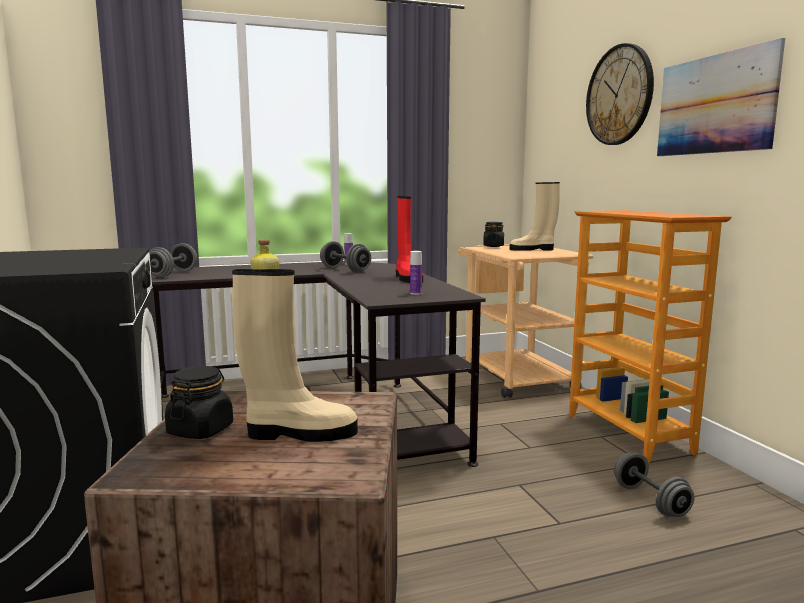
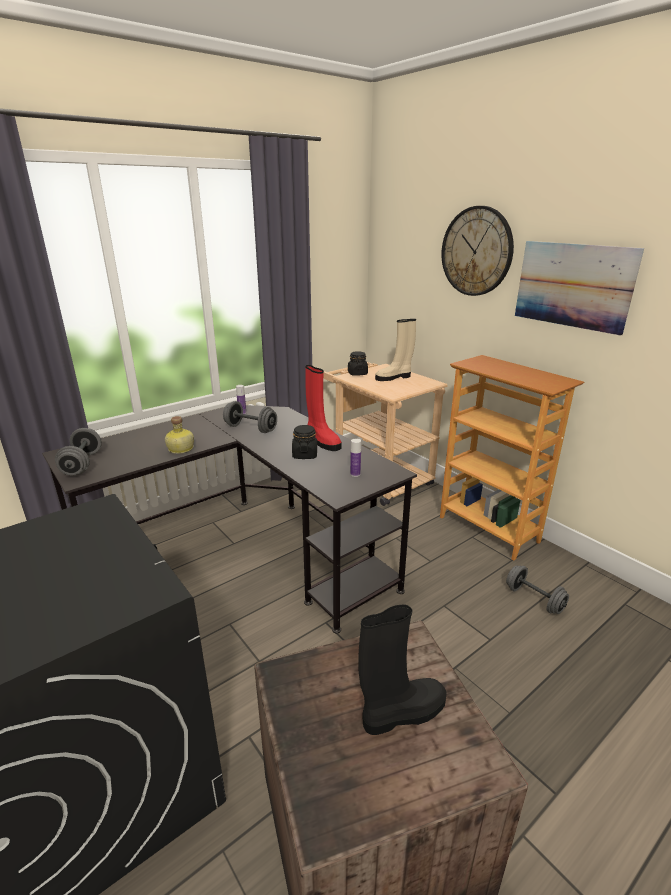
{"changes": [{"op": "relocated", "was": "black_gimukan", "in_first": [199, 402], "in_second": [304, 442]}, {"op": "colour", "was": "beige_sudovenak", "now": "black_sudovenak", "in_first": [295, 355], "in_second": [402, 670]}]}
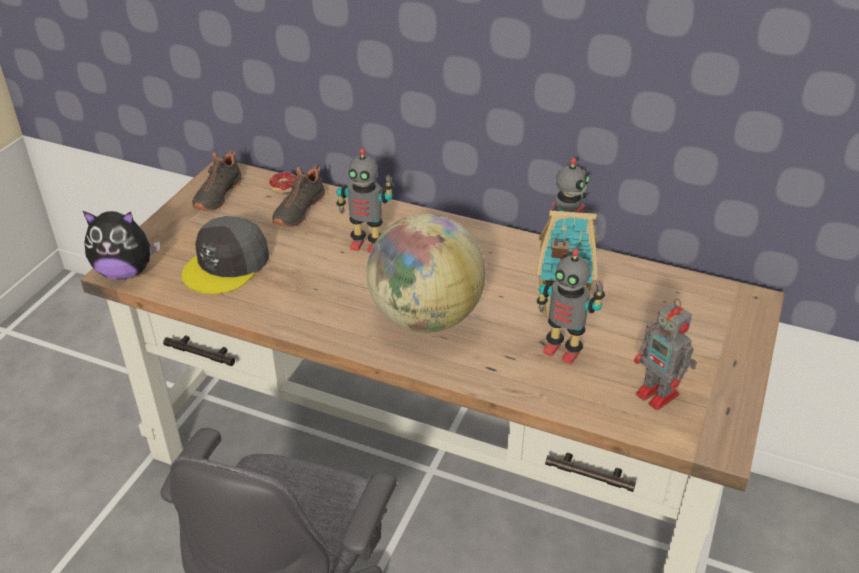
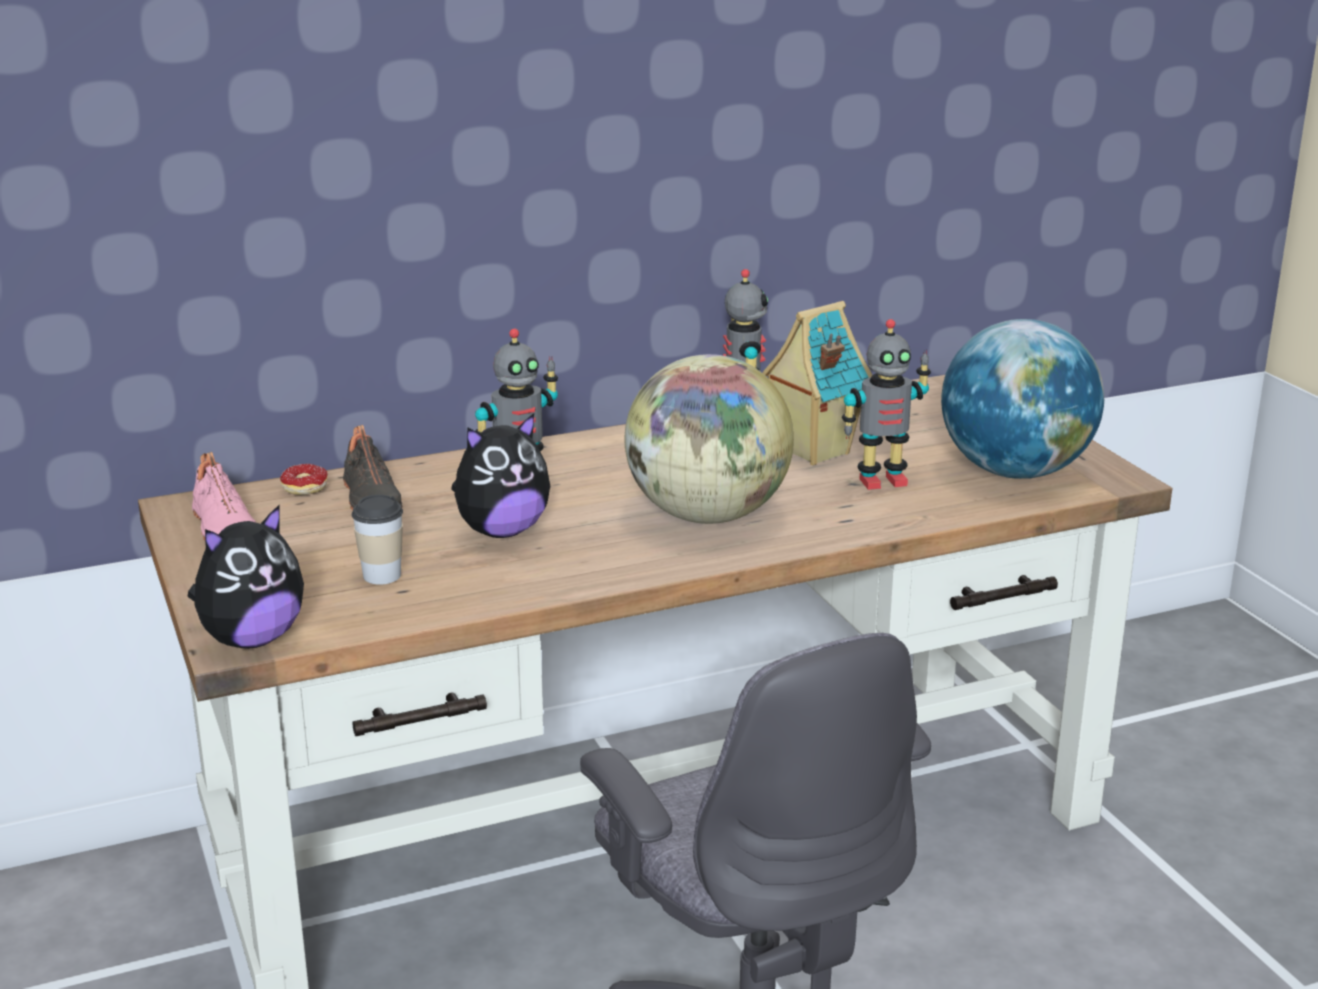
{"changes": [{"op": "colour", "was": "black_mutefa", "now": "pink_mutefa", "in_first": [217, 180], "in_second": [224, 496]}, {"op": "exchanged", "was": "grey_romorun", "now": "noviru", "in_first": [225, 255], "in_second": [377, 539]}, {"op": "appeared", "now": "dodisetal", "in_second": [500, 475]}, {"op": "exchanged", "was": "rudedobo", "now": "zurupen", "in_first": [665, 354], "in_second": [1022, 399]}]}
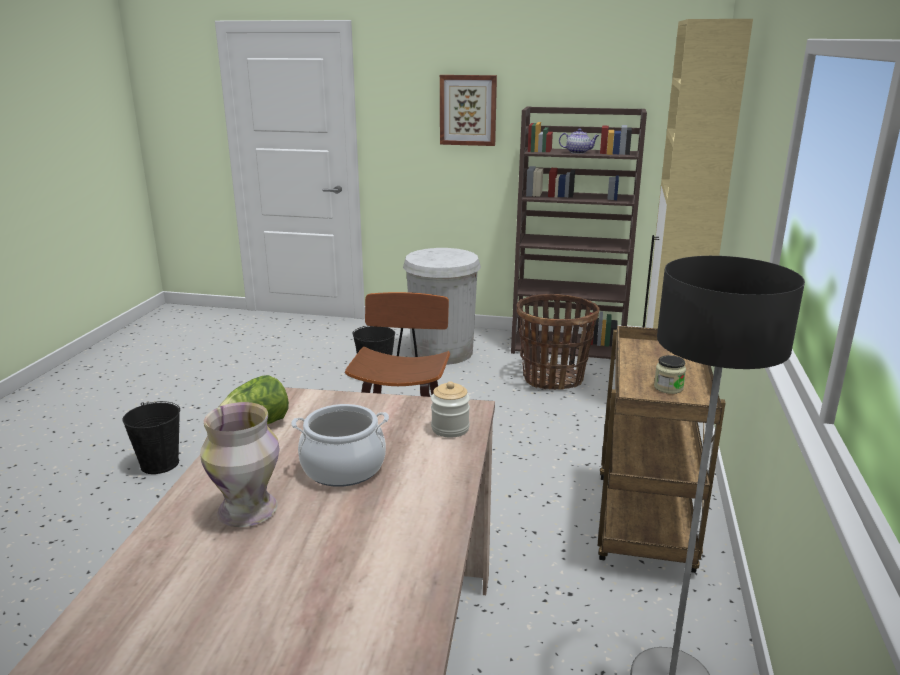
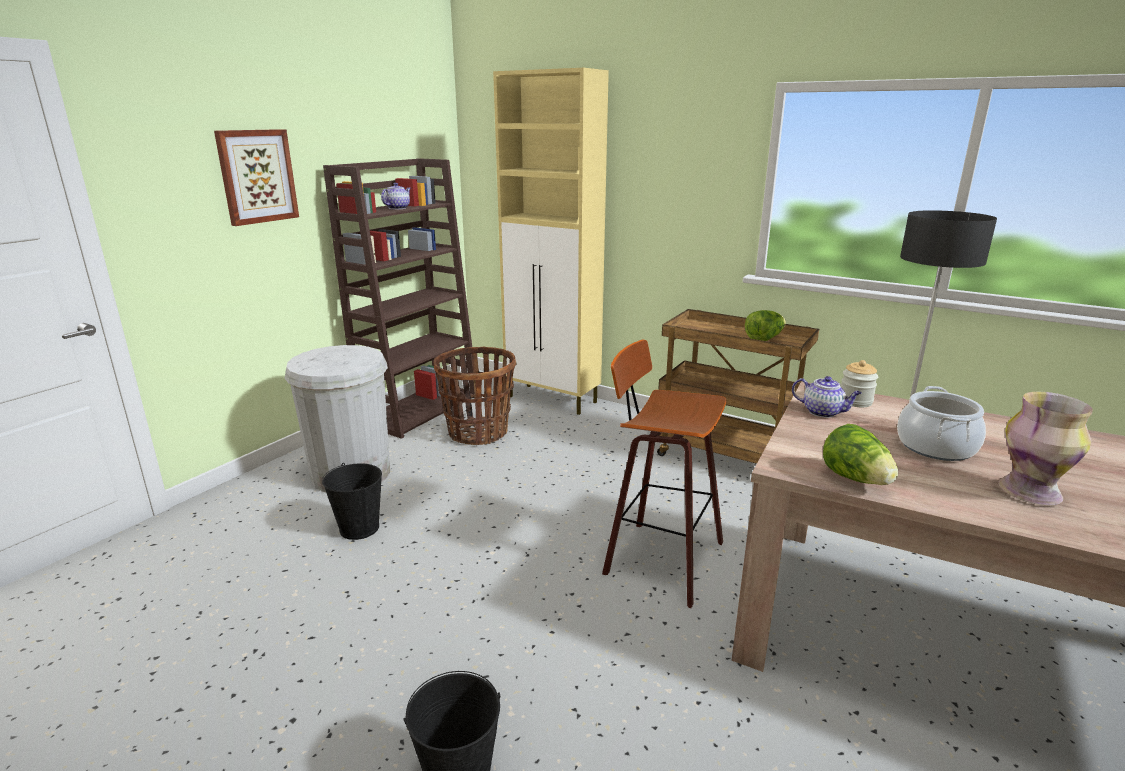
{"changes": [{"op": "exchanged", "was": "gimukan", "now": "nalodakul", "in_first": [670, 374], "in_second": [765, 325]}, {"op": "appeared", "now": "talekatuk", "in_second": [827, 397]}]}
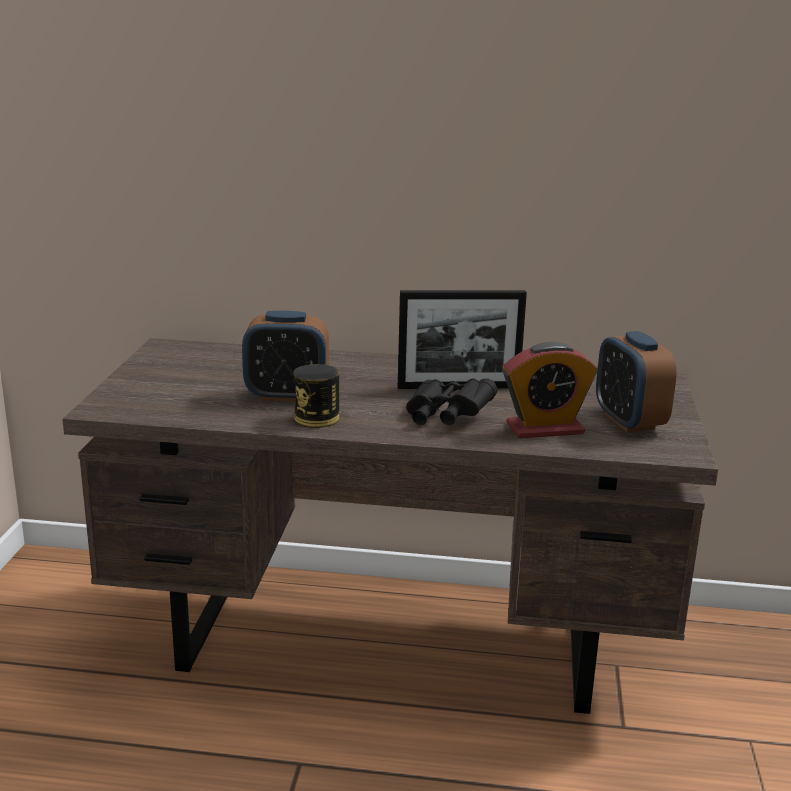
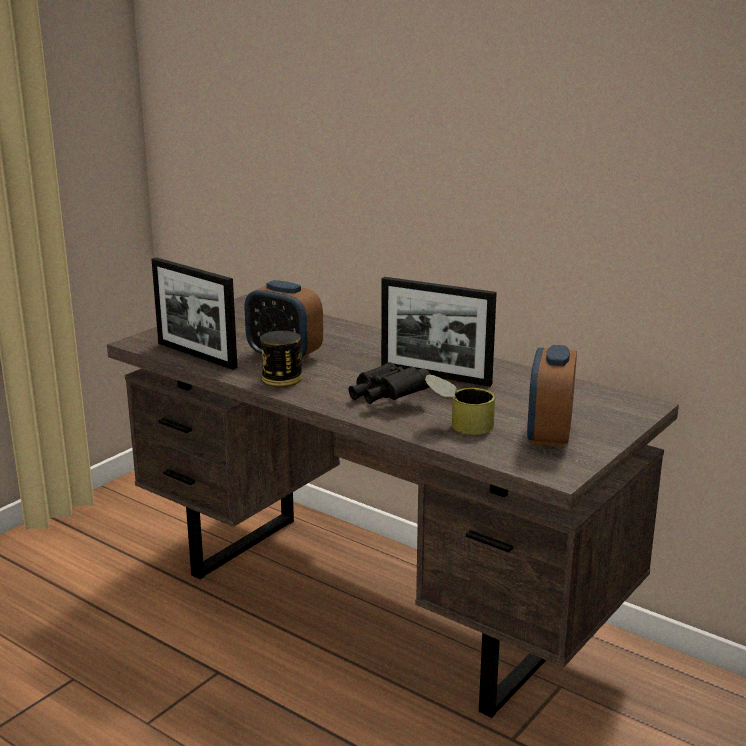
{"changes": [{"op": "appeared", "now": "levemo", "in_second": [194, 313]}, {"op": "exchanged", "was": "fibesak", "now": "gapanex", "in_first": [550, 390], "in_second": [460, 405]}]}
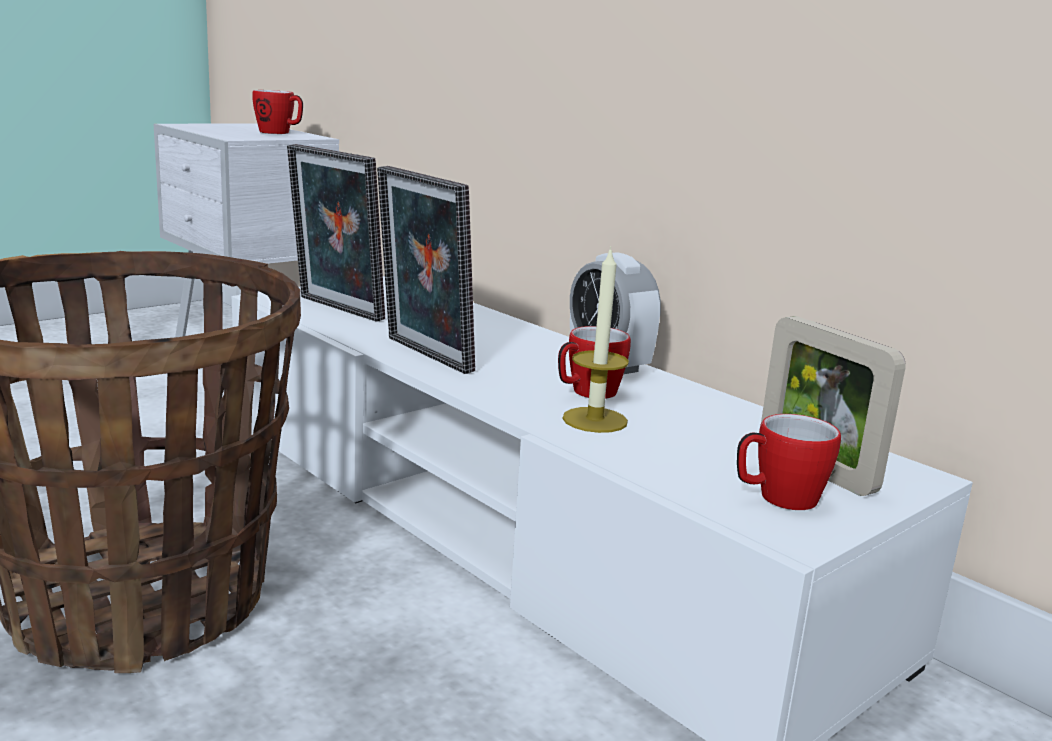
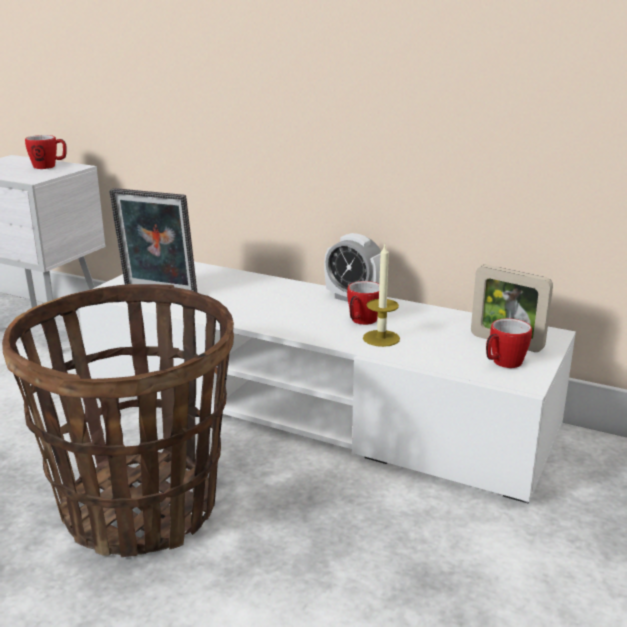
{"changes": [{"op": "missing", "was": "levemo", "in_first": [426, 270]}]}
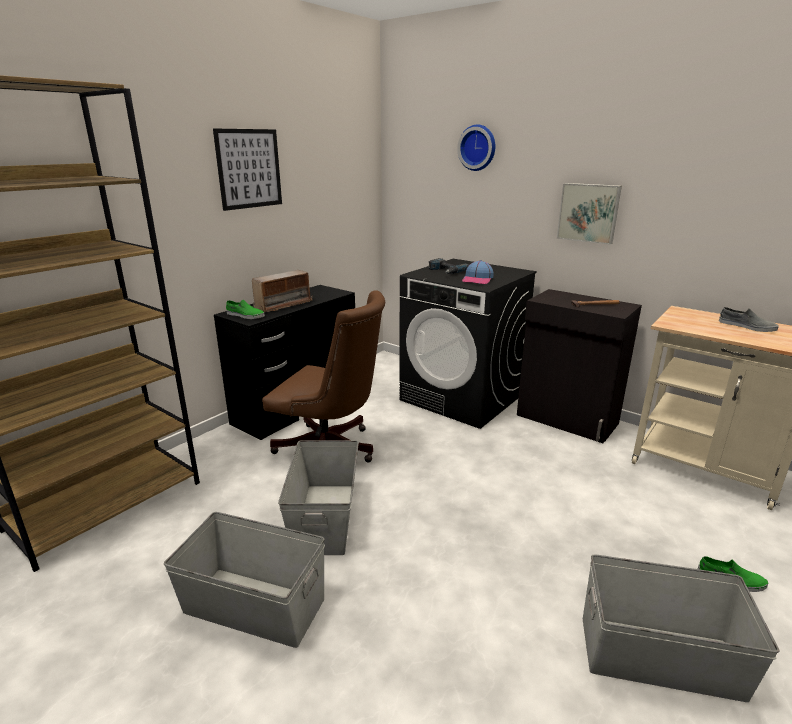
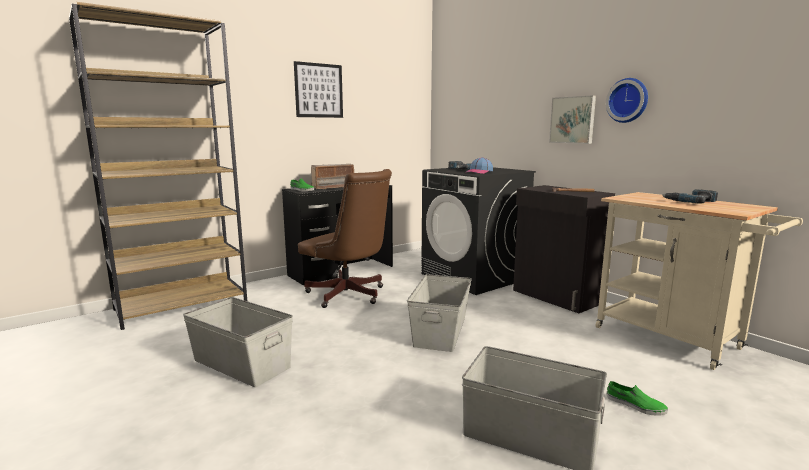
{"changes": [{"op": "relocated", "was": "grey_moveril", "in_first": [318, 498], "in_second": [439, 313]}, {"op": "relocated", "was": "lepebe", "in_first": [476, 147], "in_second": [627, 100]}, {"op": "exchanged", "was": "grey_mutefa", "now": "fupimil", "in_first": [749, 319], "in_second": [690, 196]}]}
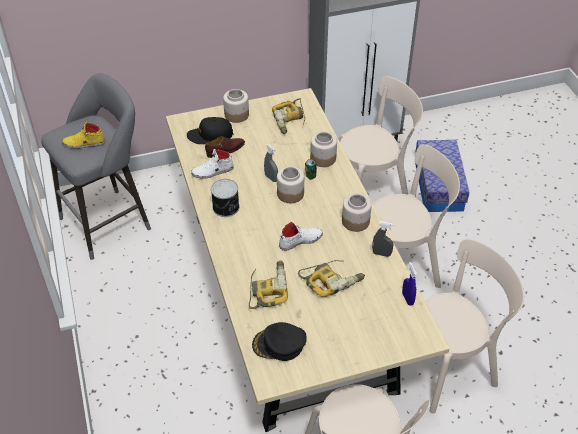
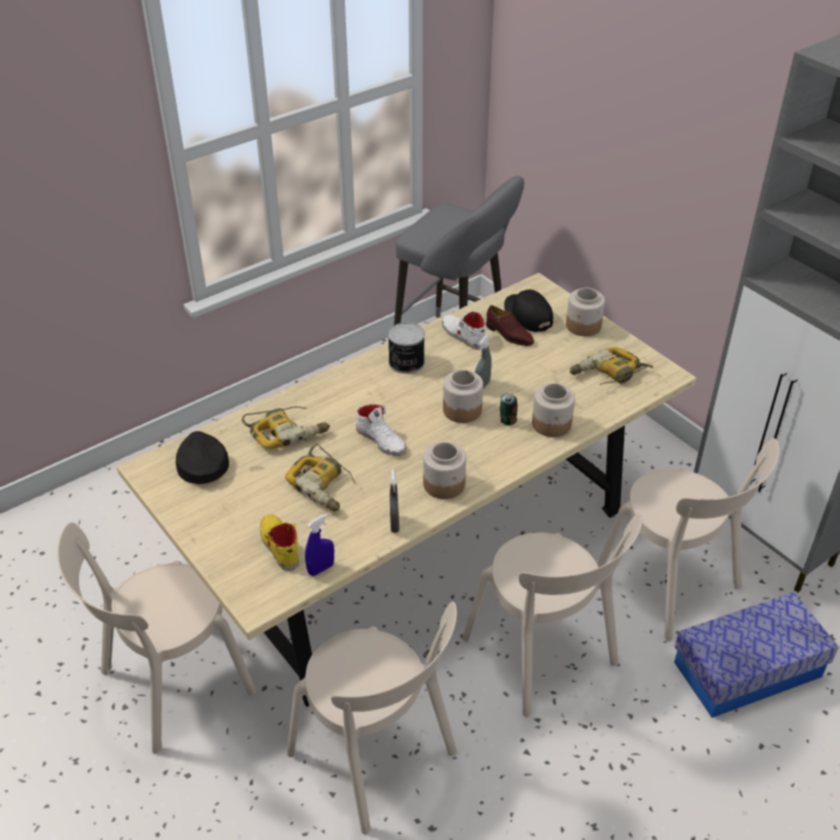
{"changes": [{"op": "relocated", "was": "yellow_mutefa", "in_first": [83, 135], "in_second": [279, 543]}]}
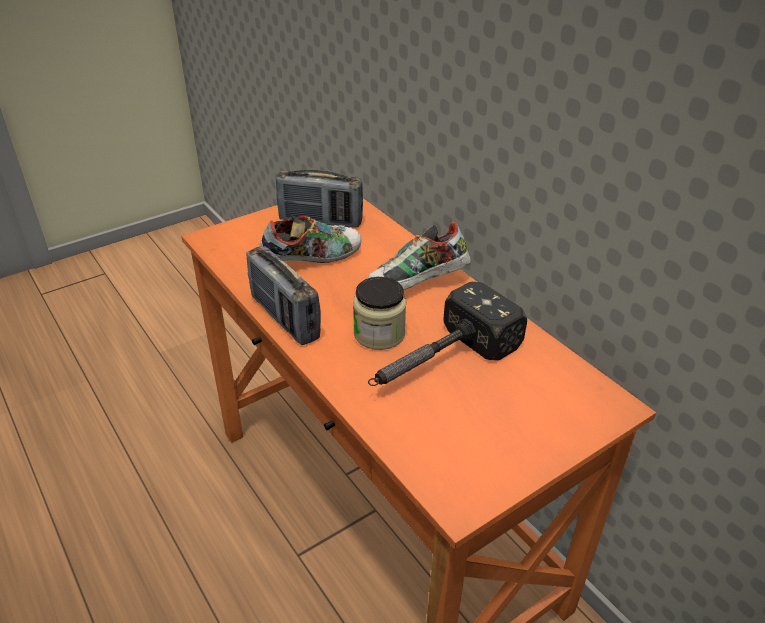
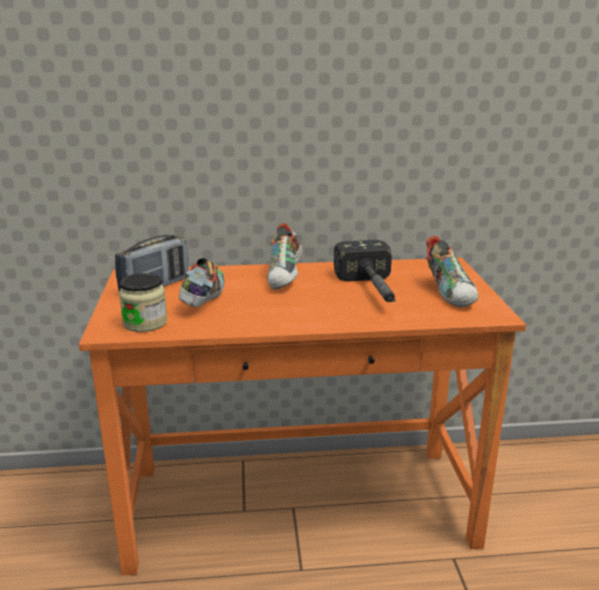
{"changes": [{"op": "relocated", "was": "gimukan", "in_first": [379, 313], "in_second": [143, 302]}, {"op": "appeared", "now": "mutefa", "in_second": [452, 271]}, {"op": "missing", "was": "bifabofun", "in_first": [283, 295]}]}
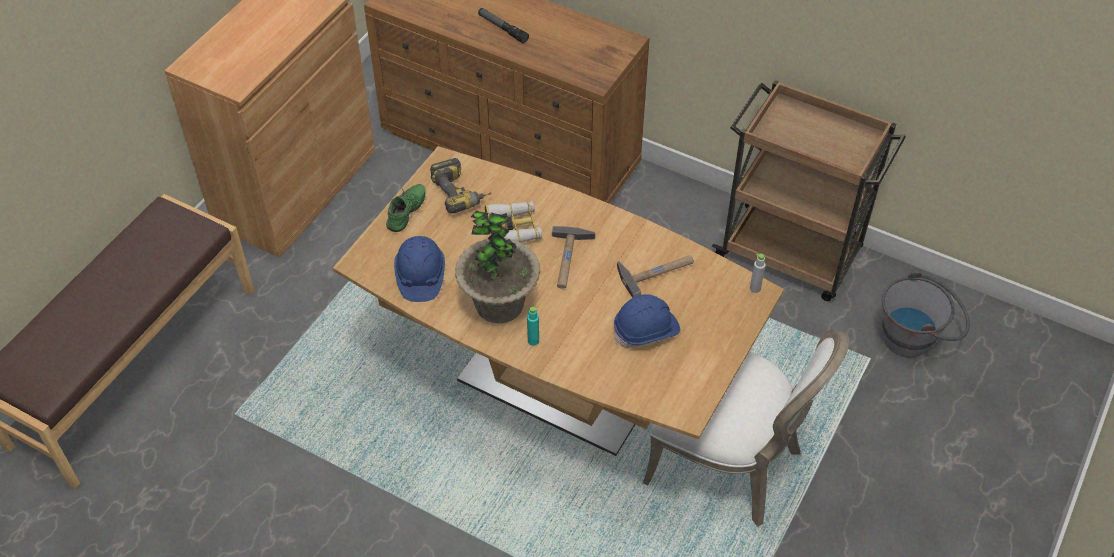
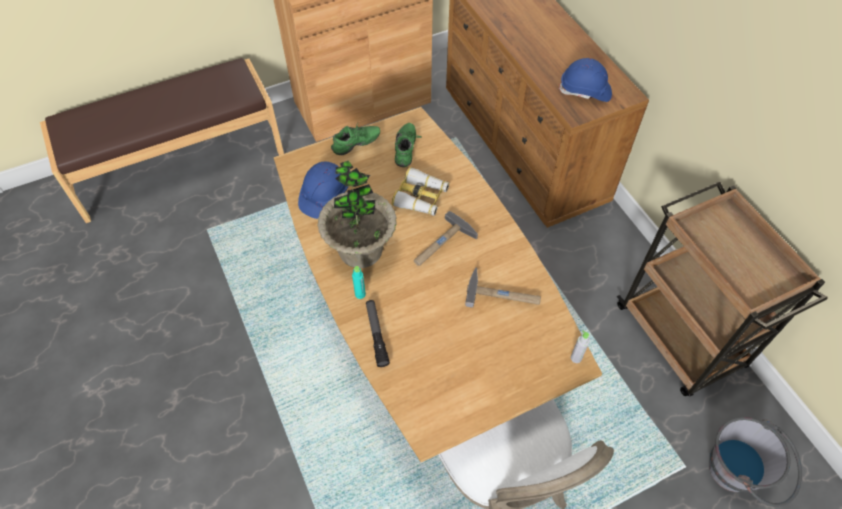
{"changes": [{"op": "relocated", "was": "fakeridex", "in_first": [503, 26], "in_second": [378, 333]}, {"op": "exchanged", "was": "fupimil", "now": "green_mutefa", "in_first": [461, 186], "in_second": [408, 145]}, {"op": "relocated", "was": "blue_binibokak", "in_first": [647, 321], "in_second": [585, 80]}]}
